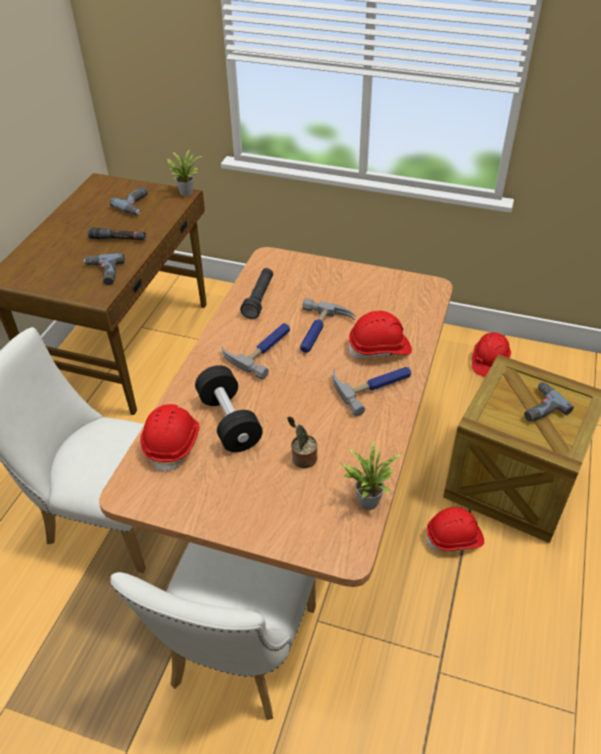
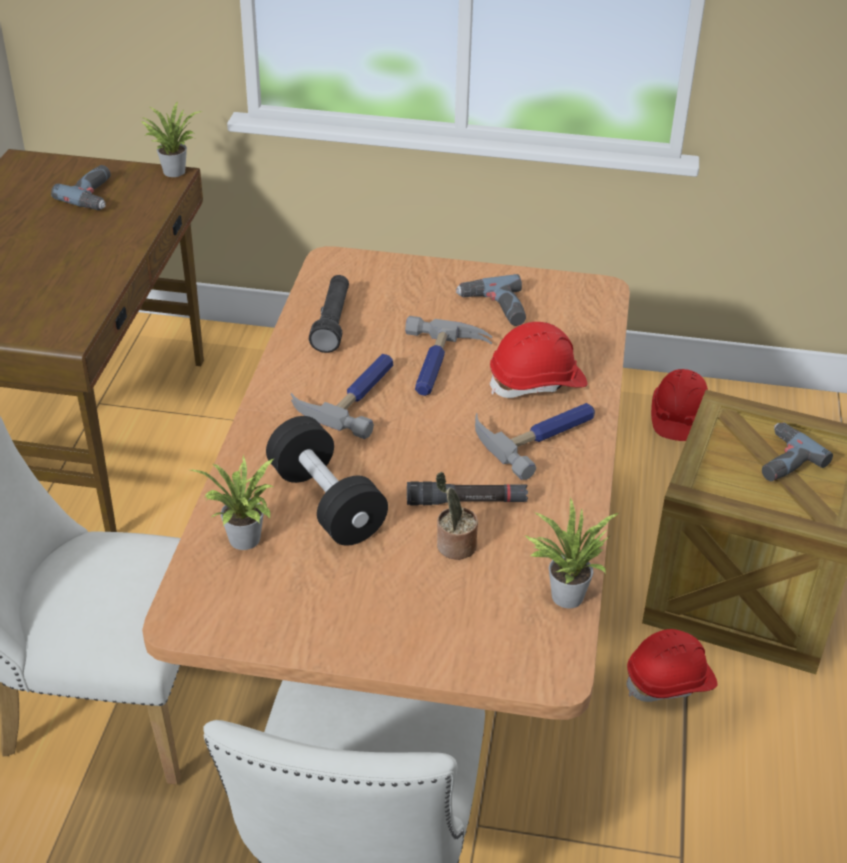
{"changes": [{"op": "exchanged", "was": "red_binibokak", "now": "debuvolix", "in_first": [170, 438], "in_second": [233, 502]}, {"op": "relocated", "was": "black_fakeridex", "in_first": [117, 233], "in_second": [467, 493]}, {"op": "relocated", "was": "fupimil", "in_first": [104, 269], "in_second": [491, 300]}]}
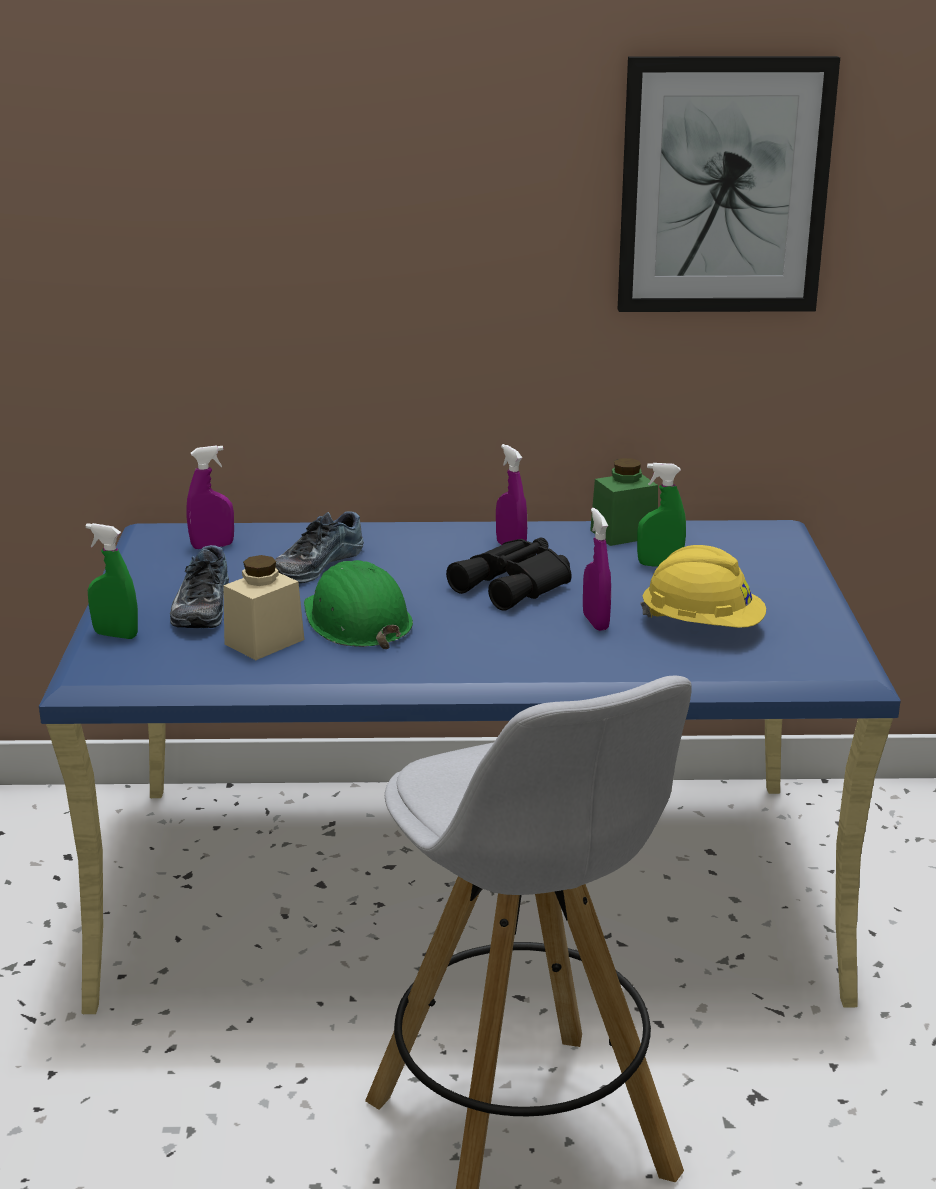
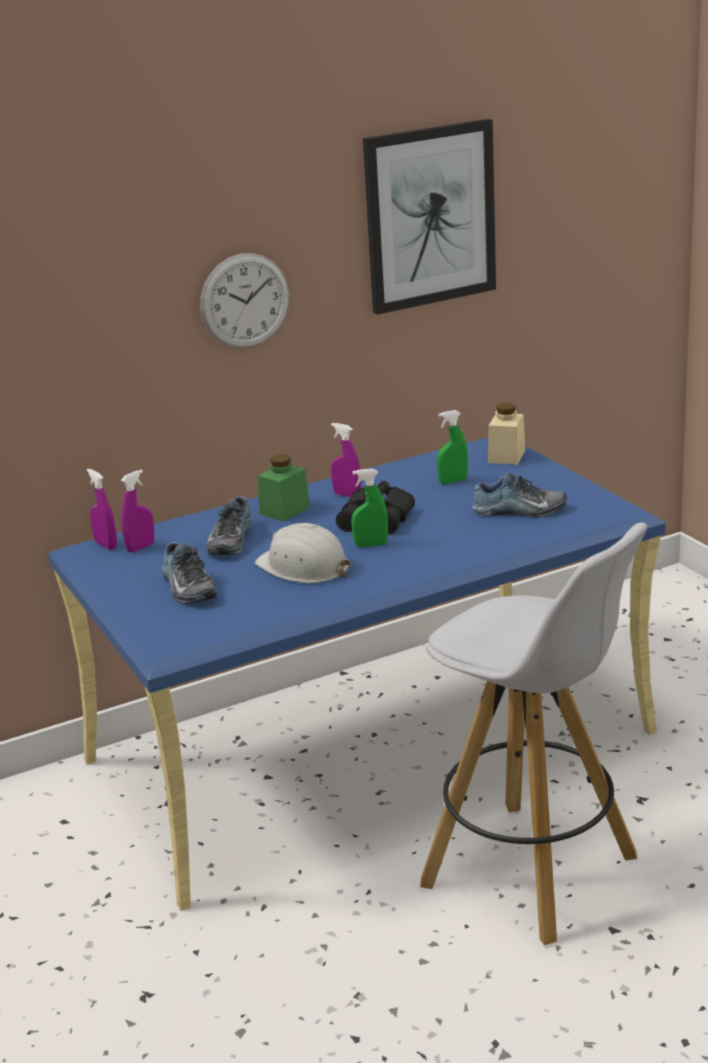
{"changes": [{"op": "relocated", "was": "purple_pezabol", "in_first": [597, 569], "in_second": [102, 509]}, {"op": "appeared", "now": "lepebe", "in_second": [244, 301]}, {"op": "colour", "was": "green_binibokak", "now": "white_binibokak", "in_first": [358, 604], "in_second": [303, 553]}, {"op": "relocated", "was": "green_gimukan", "in_first": [624, 502], "in_second": [284, 488]}, {"op": "relocated", "was": "green_pezabol", "in_first": [112, 581], "in_second": [369, 508]}, {"op": "exchanged", "was": "yellow_binibokak", "now": "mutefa", "in_first": [703, 586], "in_second": [520, 495]}, {"op": "relocated", "was": "beige_gimukan", "in_first": [264, 607], "in_second": [506, 434]}]}
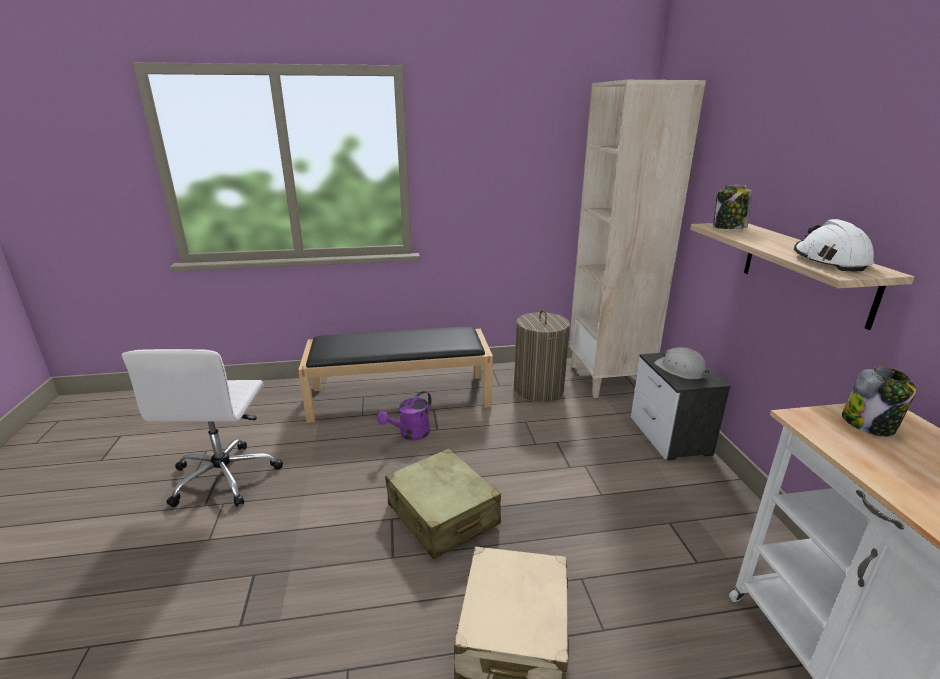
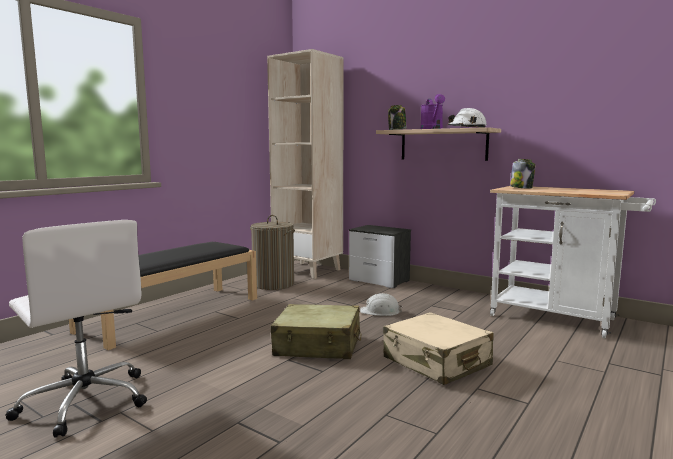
{"changes": [{"op": "relocated", "was": "white_binibokak", "in_first": [682, 363], "in_second": [381, 304]}, {"op": "relocated", "was": "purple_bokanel", "in_first": [404, 415], "in_second": [432, 111]}]}
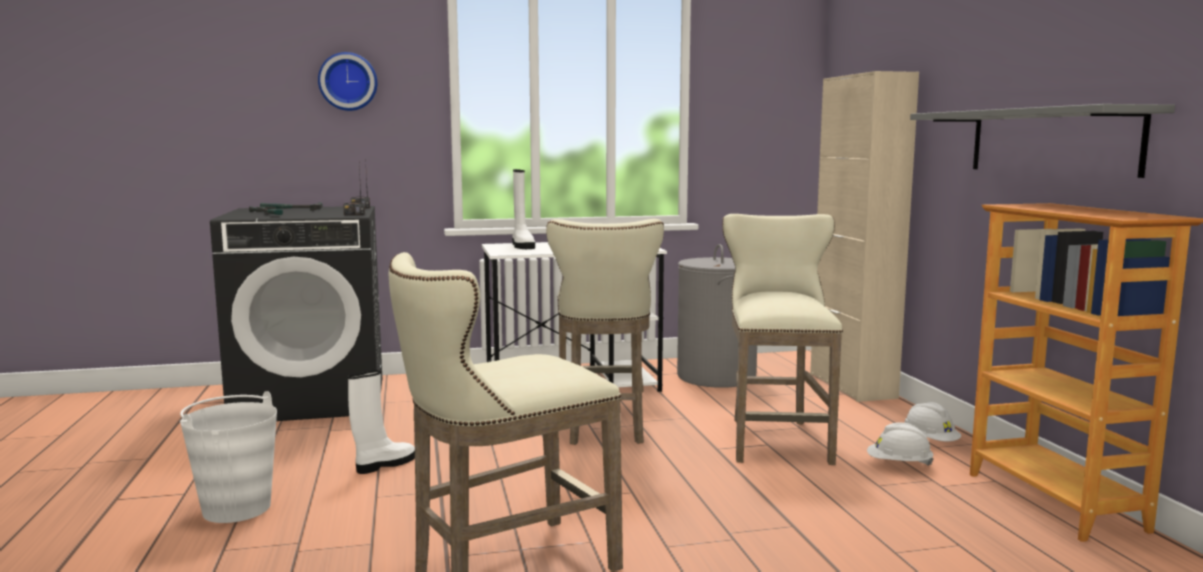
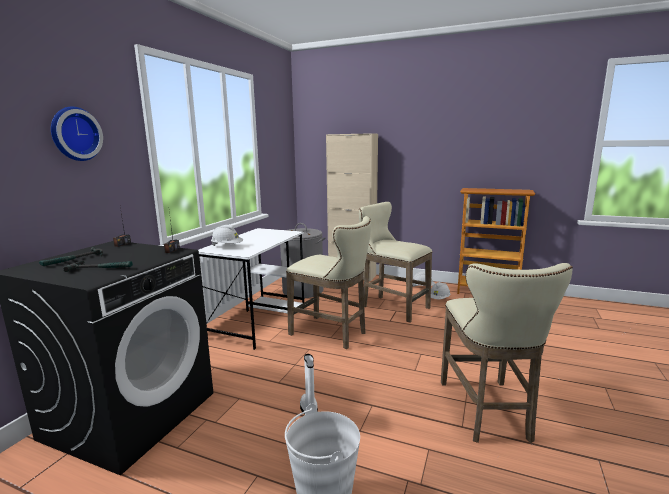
{"changes": [{"op": "exchanged", "was": "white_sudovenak", "now": "white_binibokak", "in_first": [523, 209], "in_second": [227, 235]}, {"op": "missing", "was": "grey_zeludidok", "in_first": [1042, 141]}]}
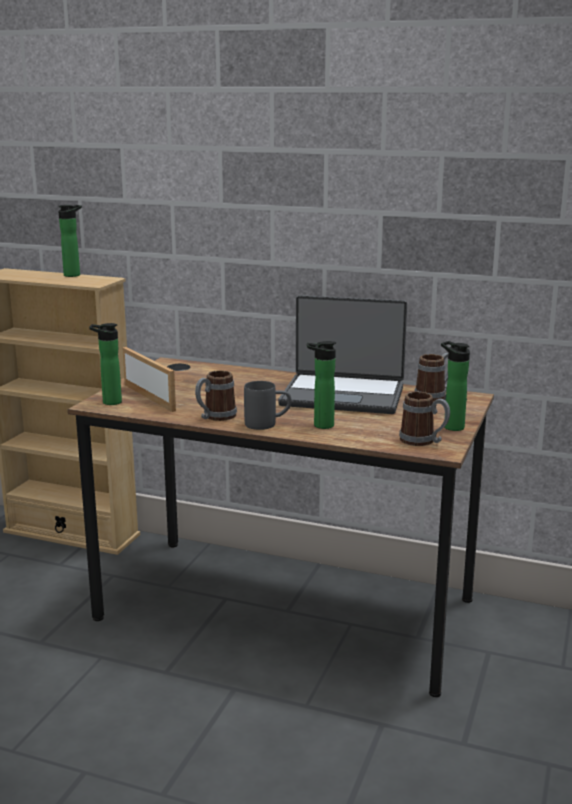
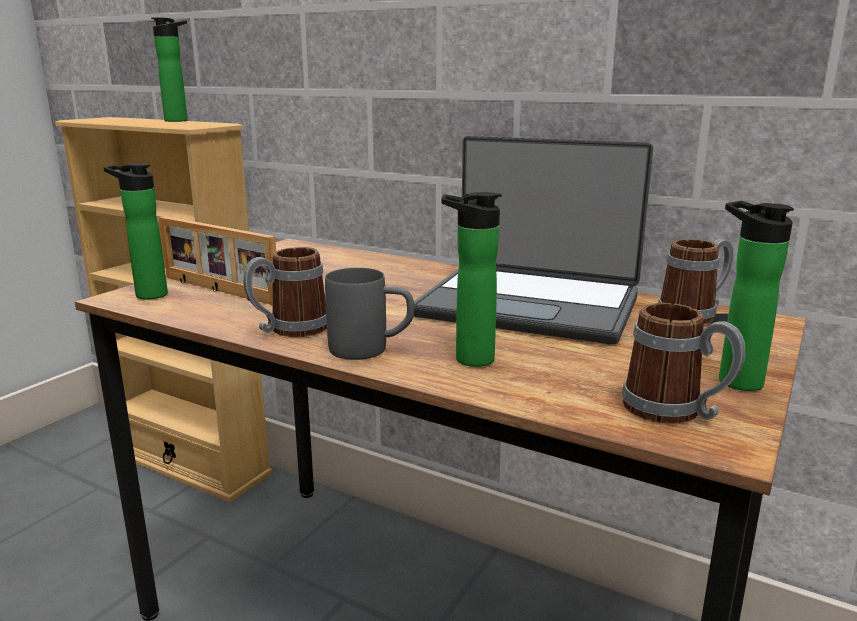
{"changes": [{"op": "spun", "was": "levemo", "in_first": [149, 379], "in_second": [217, 260], "clockwise": 150}]}
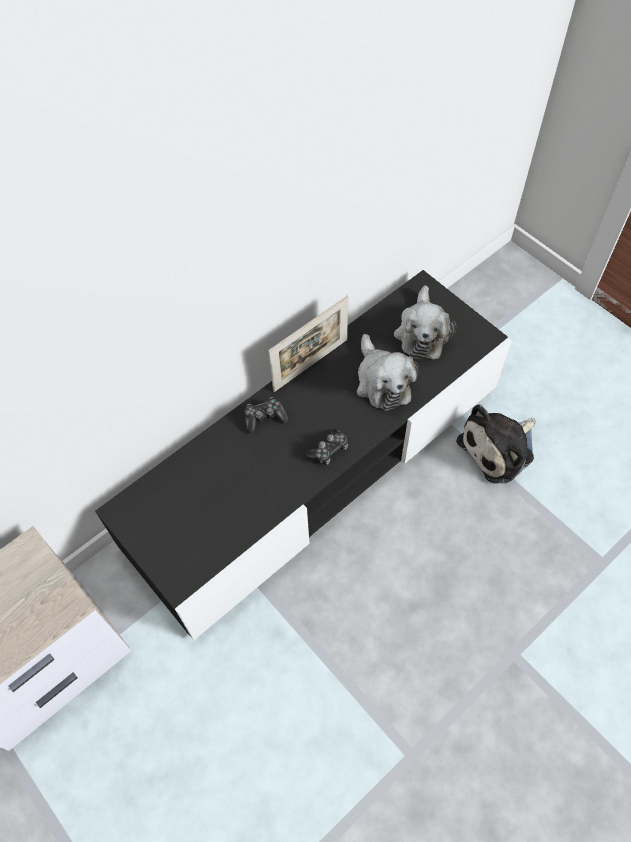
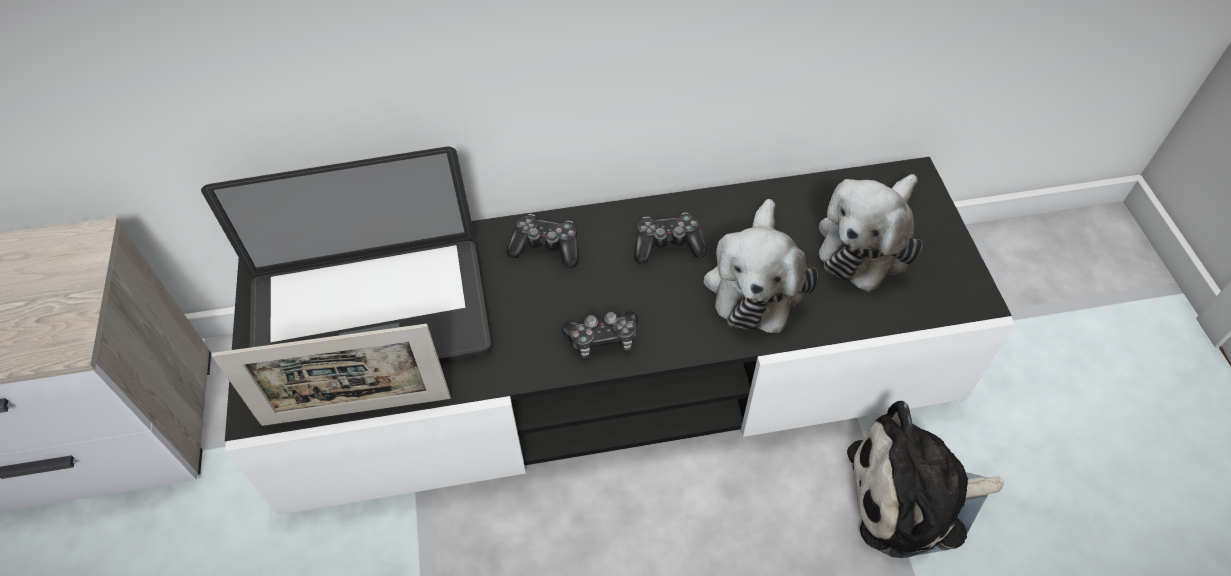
{"changes": [{"op": "appeared", "now": "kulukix", "in_second": [346, 255]}, {"op": "relocated", "was": "levemo", "in_first": [308, 344], "in_second": [331, 375]}, {"op": "appeared", "now": "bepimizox", "in_second": [670, 238]}]}
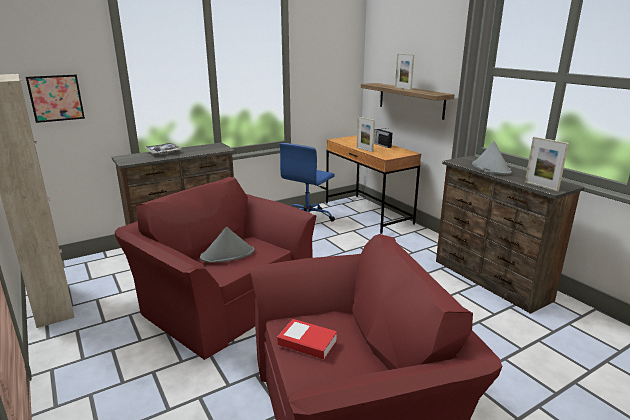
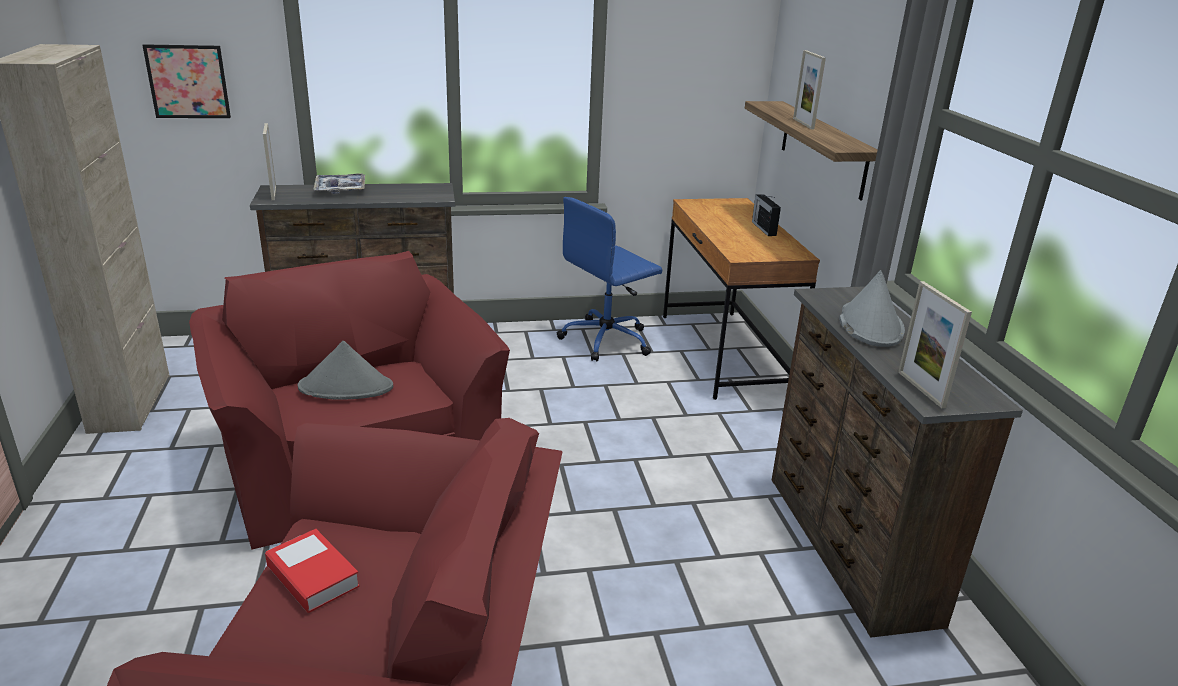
{"changes": [{"op": "relocated", "was": "levemo", "in_first": [366, 134], "in_second": [269, 161]}]}
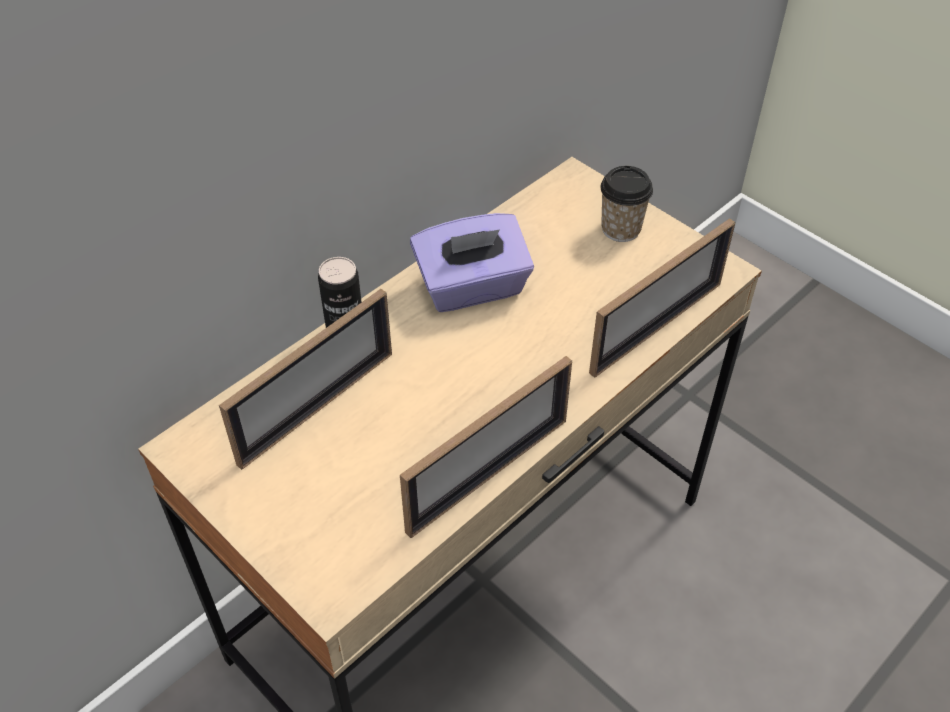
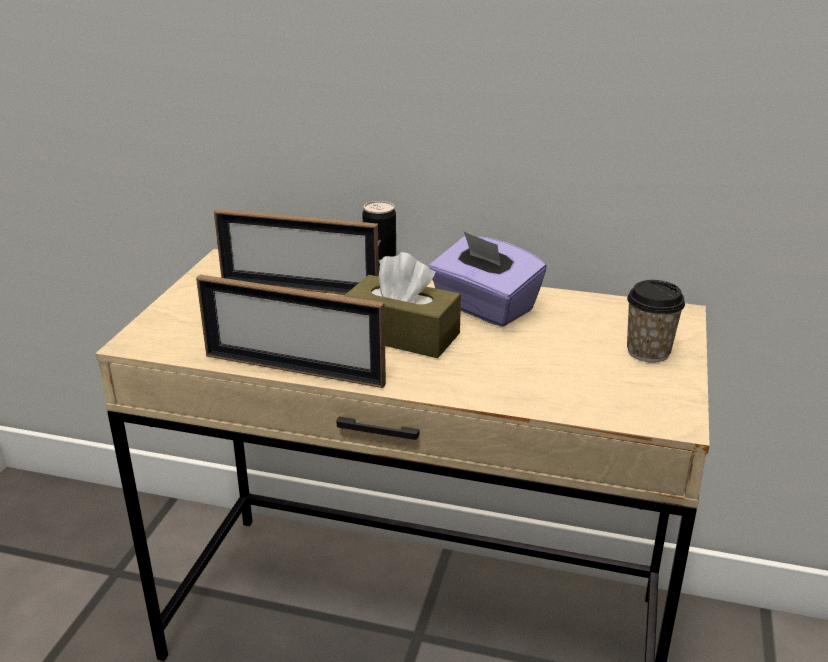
{"changes": [{"op": "appeared", "now": "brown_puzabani", "in_second": [402, 305]}, {"op": "missing", "was": "levemo", "in_first": [662, 298]}]}
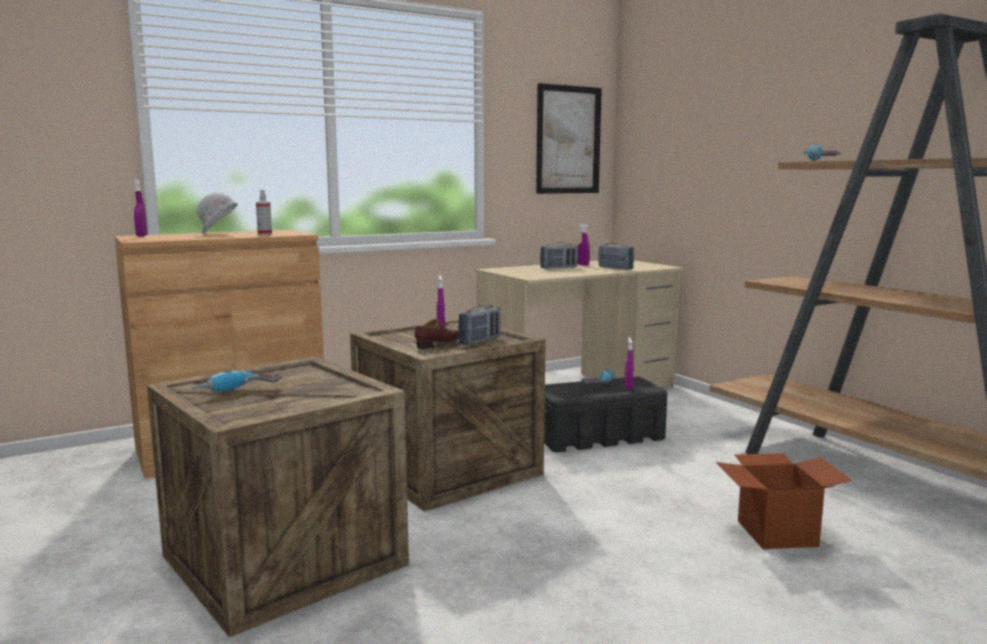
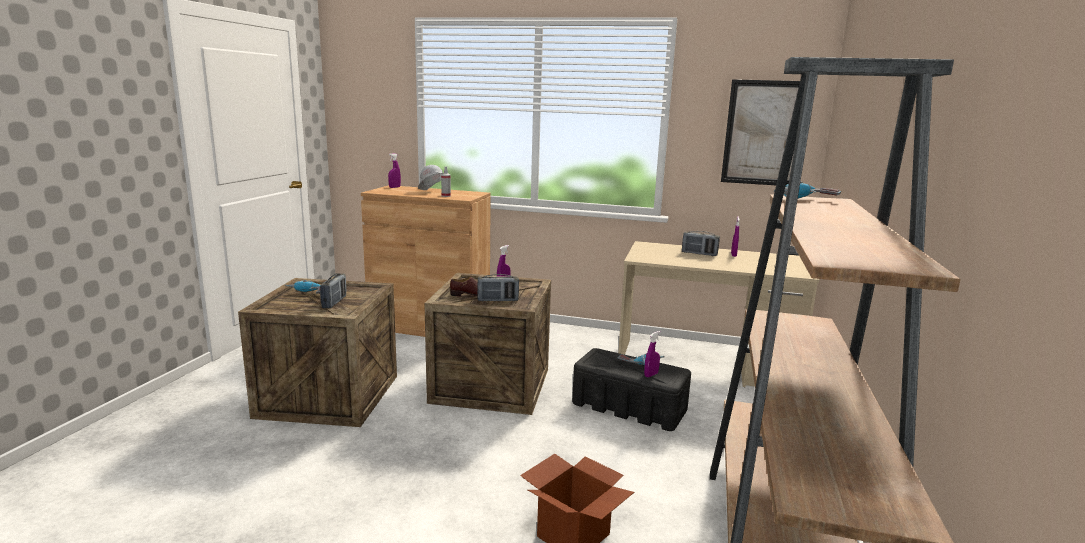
{"changes": [{"op": "relocated", "was": "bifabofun", "in_first": [616, 256], "in_second": [333, 290]}]}
